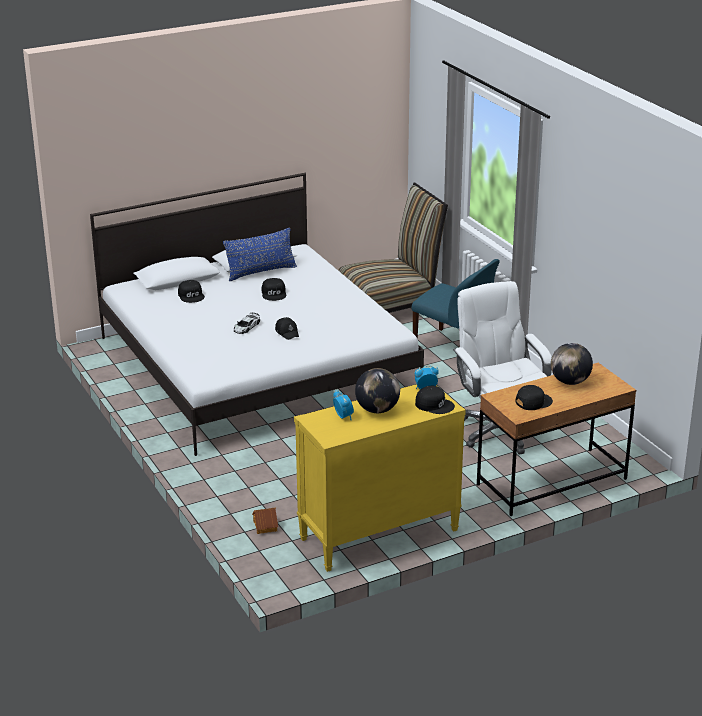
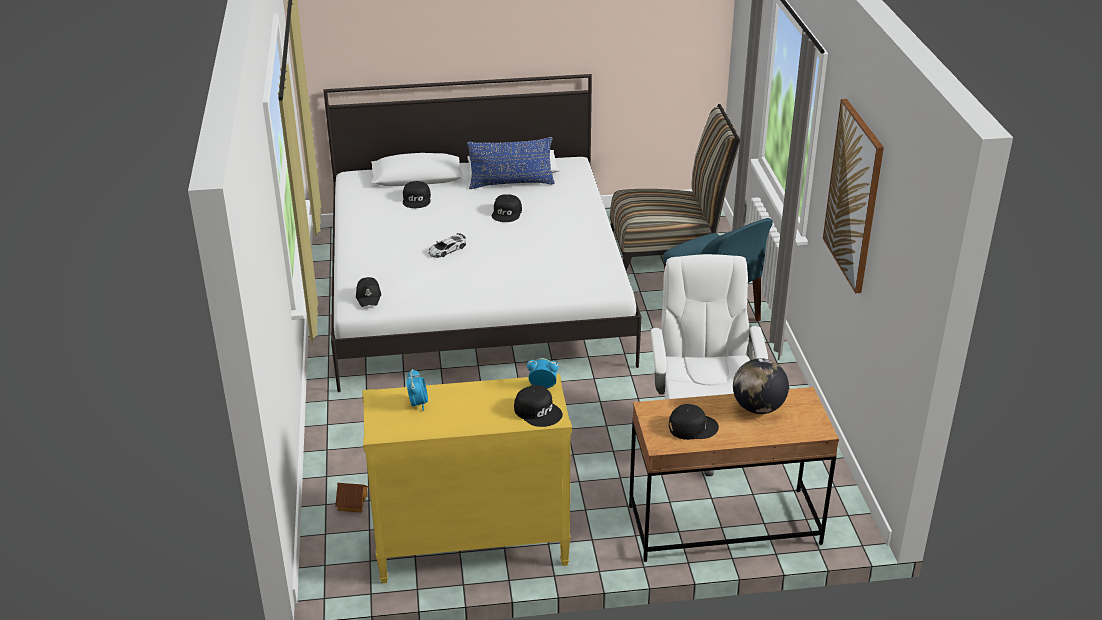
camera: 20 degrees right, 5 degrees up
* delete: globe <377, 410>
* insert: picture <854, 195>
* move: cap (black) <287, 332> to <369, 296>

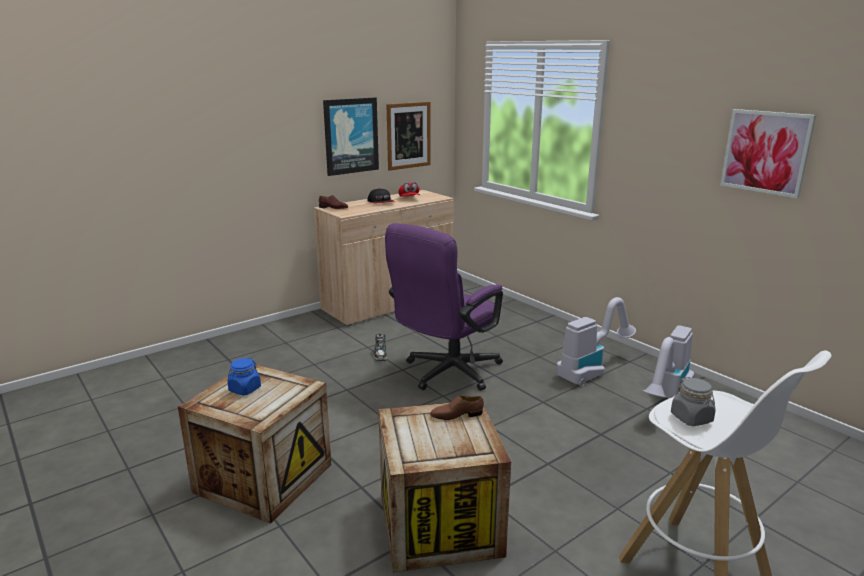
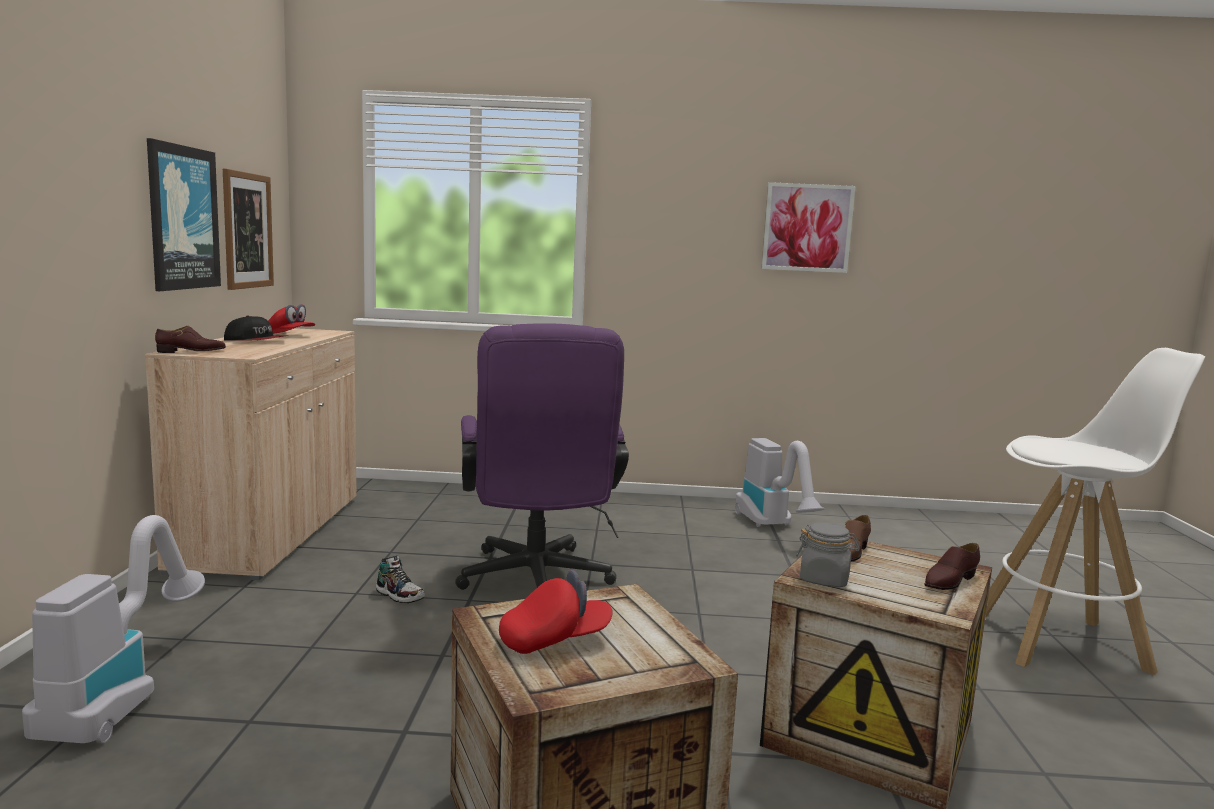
camera: 50 degrees left, 10 degrees down
* insert: shoe (brown) <949, 581>
* move: vacuum cleaner <591, 370> to <120, 695>
* move: jar (grey) <691, 418> to <824, 579>
* replace: jar (blue) <244, 389> to cap (red) <555, 640>

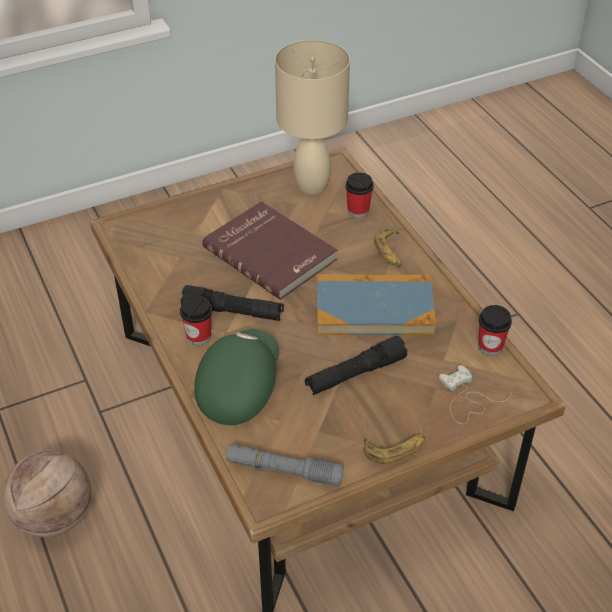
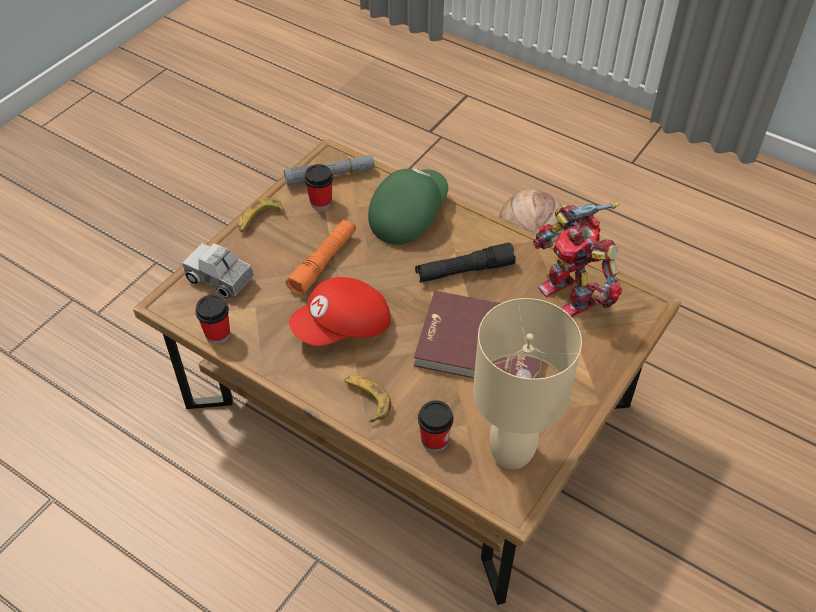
camera: 150 degrees right, 5 degrees up
* insert: toy robot <570, 294>
* move: cup <198, 336> to <321, 202>
* replace: book <374, 308> to cap (red) <343, 328>
* replace: game controller (white) <466, 398> to toy truck <220, 279>
* recolor: flashlight (black) <355, 374> to flashlight (orange) <323, 262>
* rotate: cap (green) <238, 387> = <407, 216> 135 degrees counterclockwise

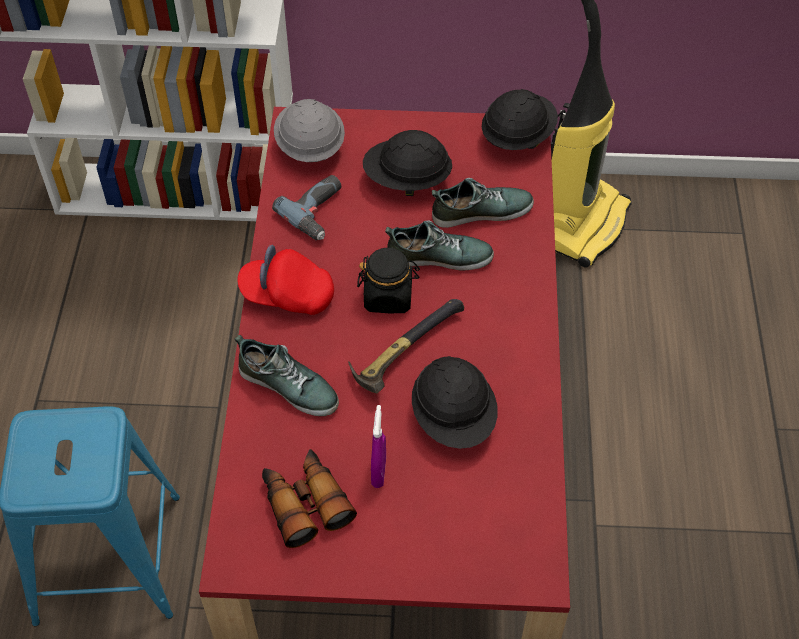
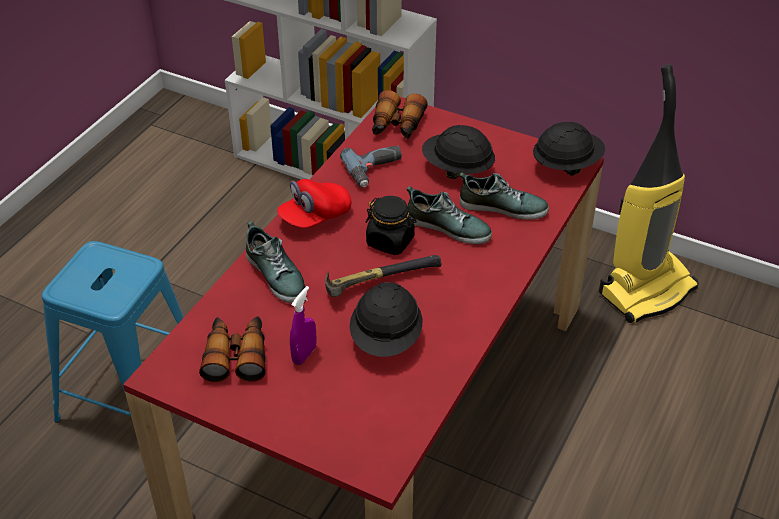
camera: 25 degrees right, 10 degrees down
* replace: hard hat (grey) <309, 147> to binoculars <397, 126>
* rotate: cap (red) <287, 295> = <315, 216> 75 degrees counterclockwise

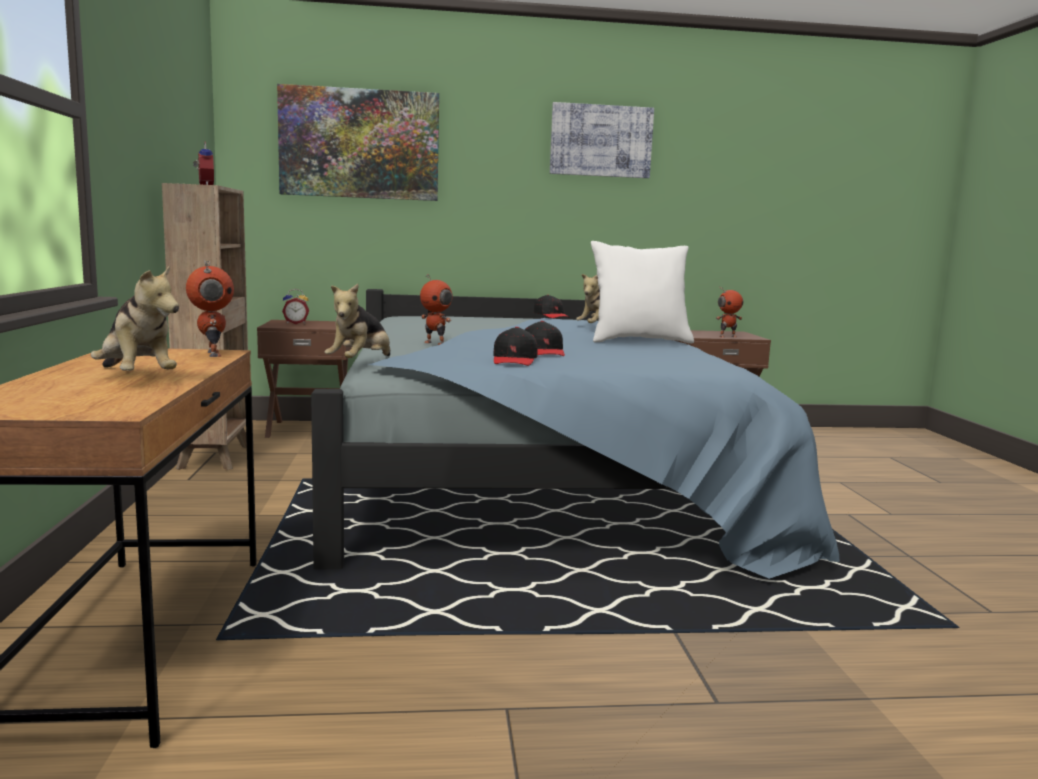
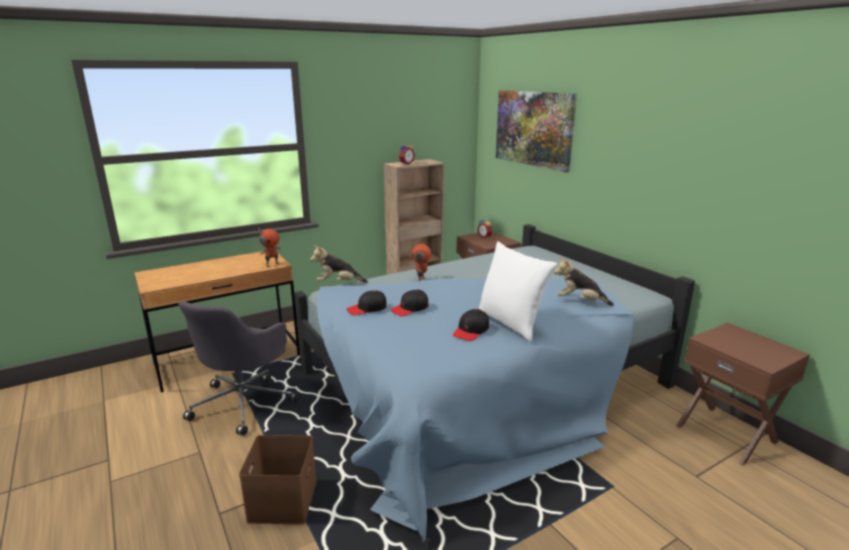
camera: 65 degrees right, 10 degrees up
* delete: plush toy <136, 378>
* delete: picture <601, 141>
* delete: toy robot <727, 336>
* insert: office chair (grey) <244, 402>
* insert: storage box (brown) <282, 500>
* move: cap (black) <551, 316> to <471, 331>

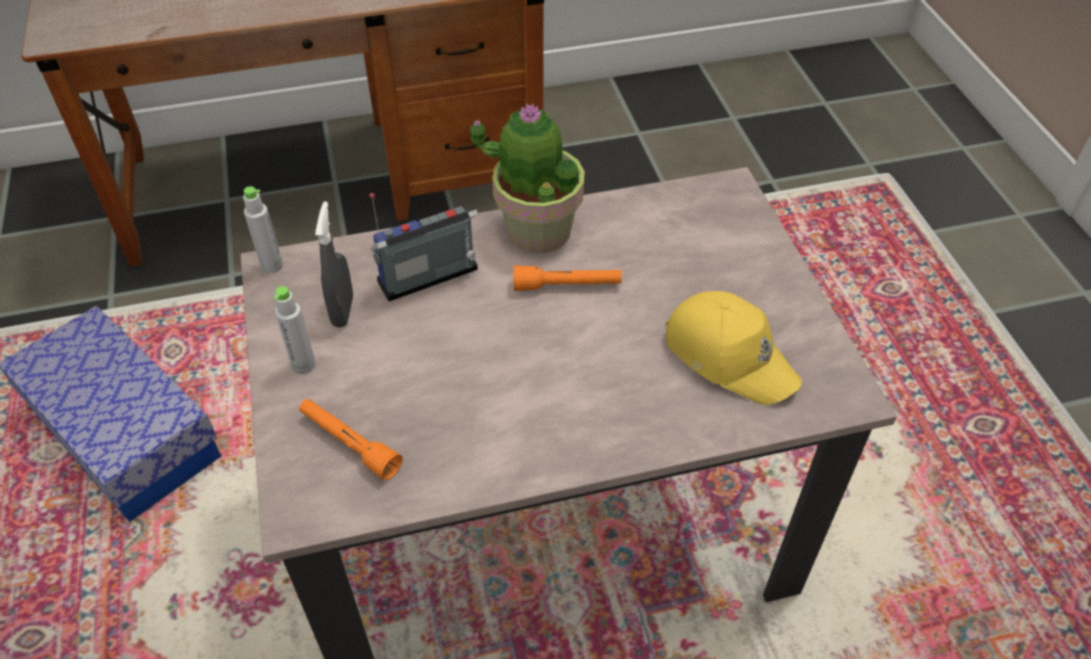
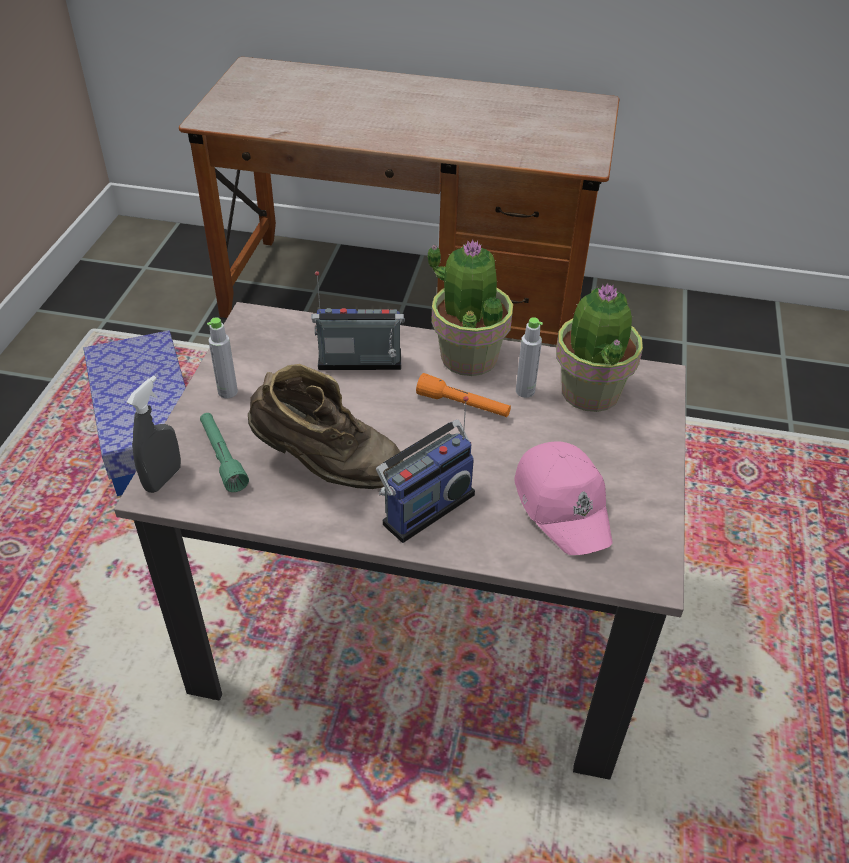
camera: 25 degrees right, 5 degrees down
* insert: boot (brown) <326, 468>
* insert: radio <425, 506>
* insert: potted plant <589, 393>
* move: bottle (grey) <272, 265> to <525, 391>
* move: spray bottle (grey) <343, 311> to <163, 478>
* recolor: flashlight (orange) <349, 444> to flashlight (green) <222, 457>
* recolor: cap (yellow) <729, 355> to cap (pink) <563, 505>

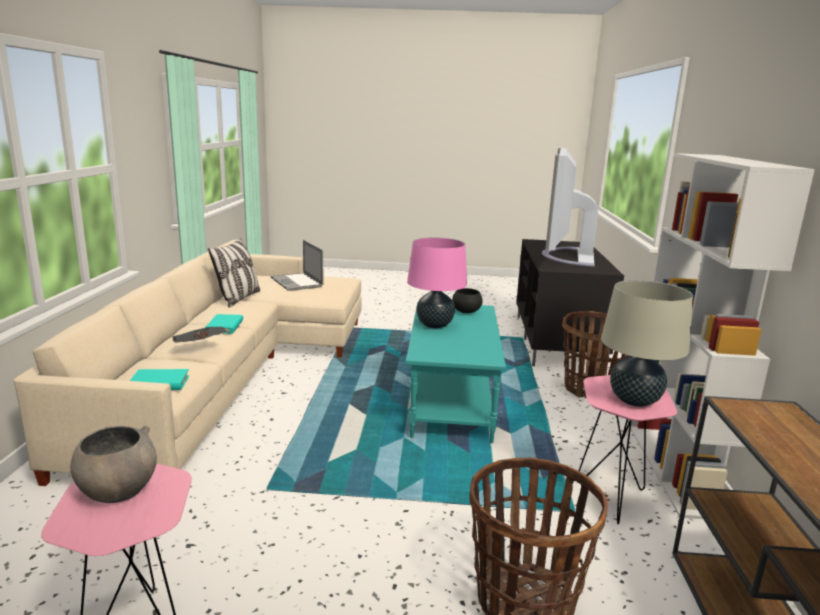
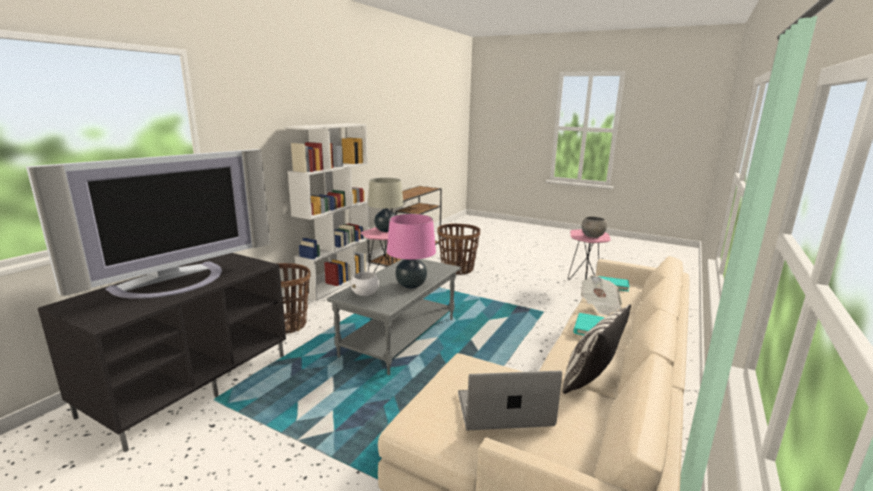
camera: 155 degrees left, 0 degrees up
* recolor: coffee table (turquoise) <450, 401> to coffee table (grey) <400, 337>
* recolor: bowl (black) <466, 312> to bowl (white) <365, 294>
* rotate: laptop <296, 282> = <504, 410> 90 degrees counterclockwise

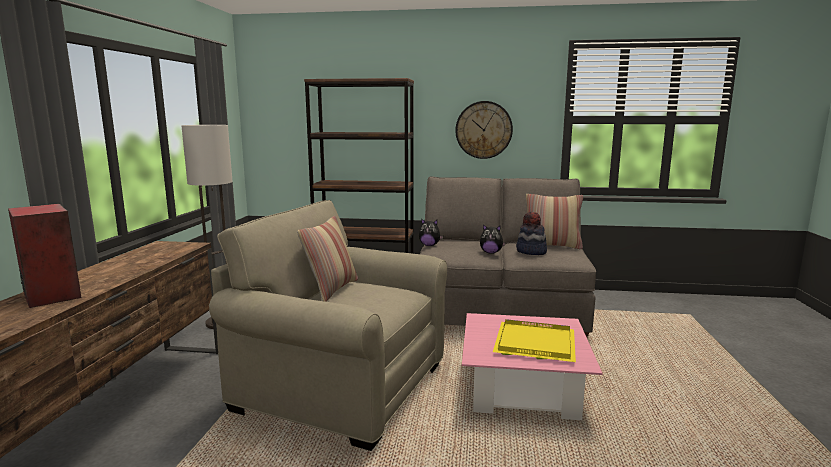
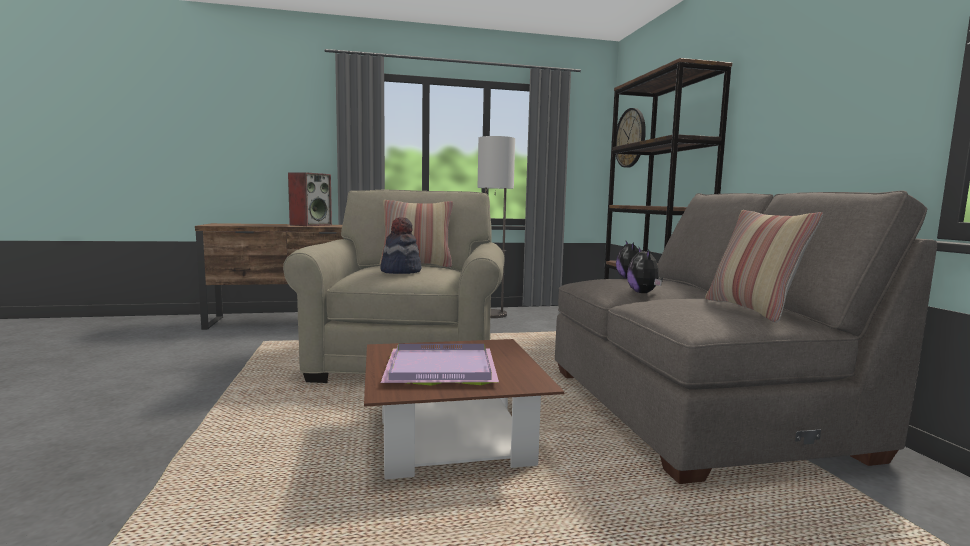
camera: 70 degrees right, 5 degrees down
* move: wall clock <483, 130> to <630, 138>
* move: hat <531, 252> to <400, 271>
* recolor: coffee table (pink) <523, 389> to coffee table (brown) <452, 438>
* recolor: tray (yellow) <533, 344> to tray (purple) <438, 368>

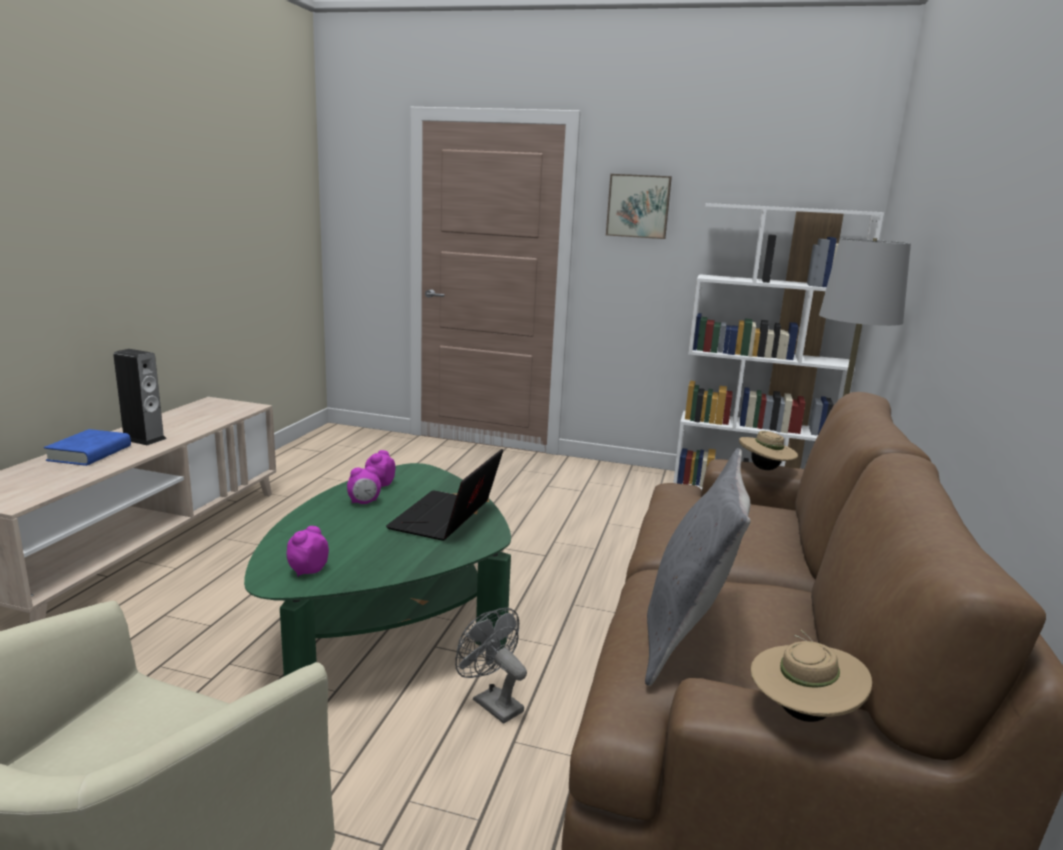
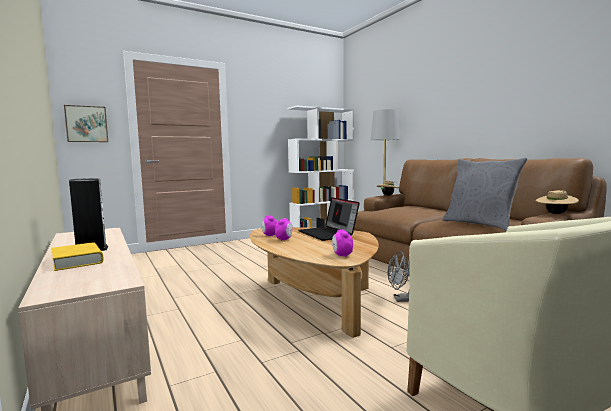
camera: 45 degrees left, 10 degrees down
* move: picture <638, 206> to <86, 124>
* recolor: book (blue) <90, 453> to book (yellow) <77, 261>
* recolor: coffee table (green) <389, 622> to coffee table (brown) <314, 300>

